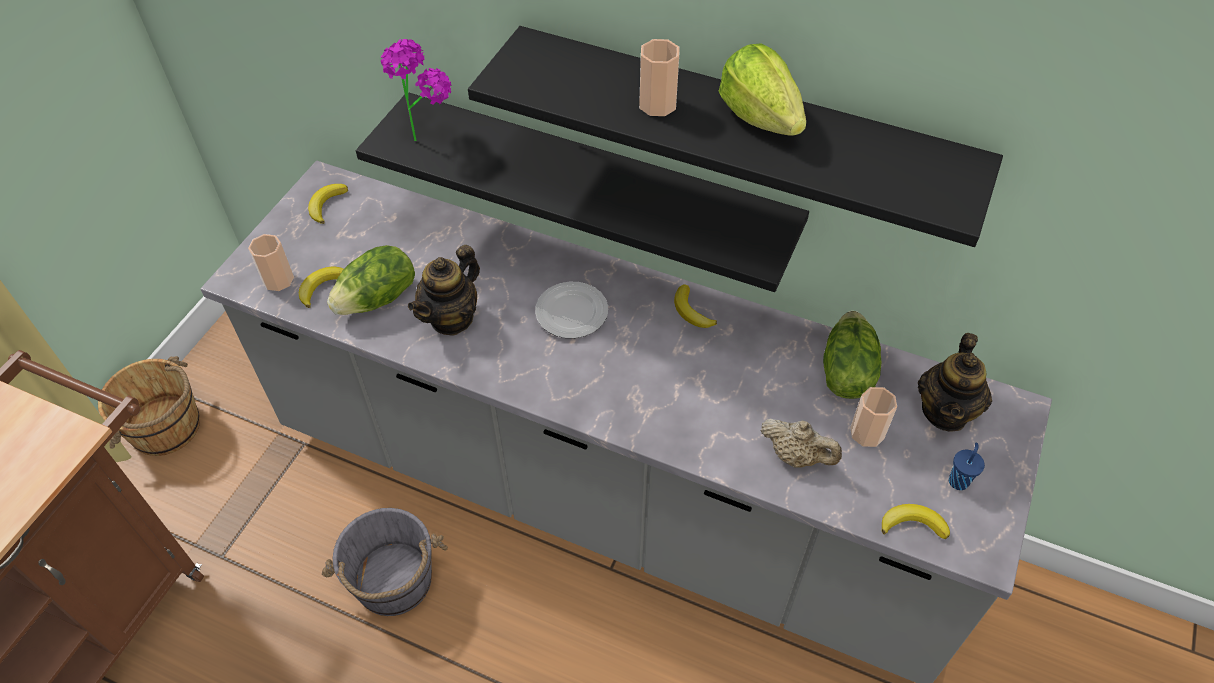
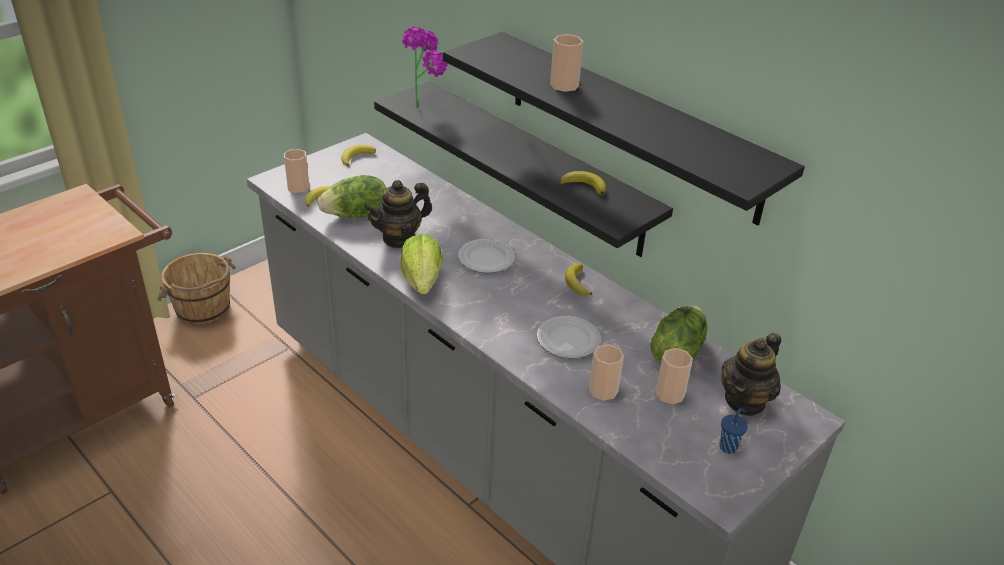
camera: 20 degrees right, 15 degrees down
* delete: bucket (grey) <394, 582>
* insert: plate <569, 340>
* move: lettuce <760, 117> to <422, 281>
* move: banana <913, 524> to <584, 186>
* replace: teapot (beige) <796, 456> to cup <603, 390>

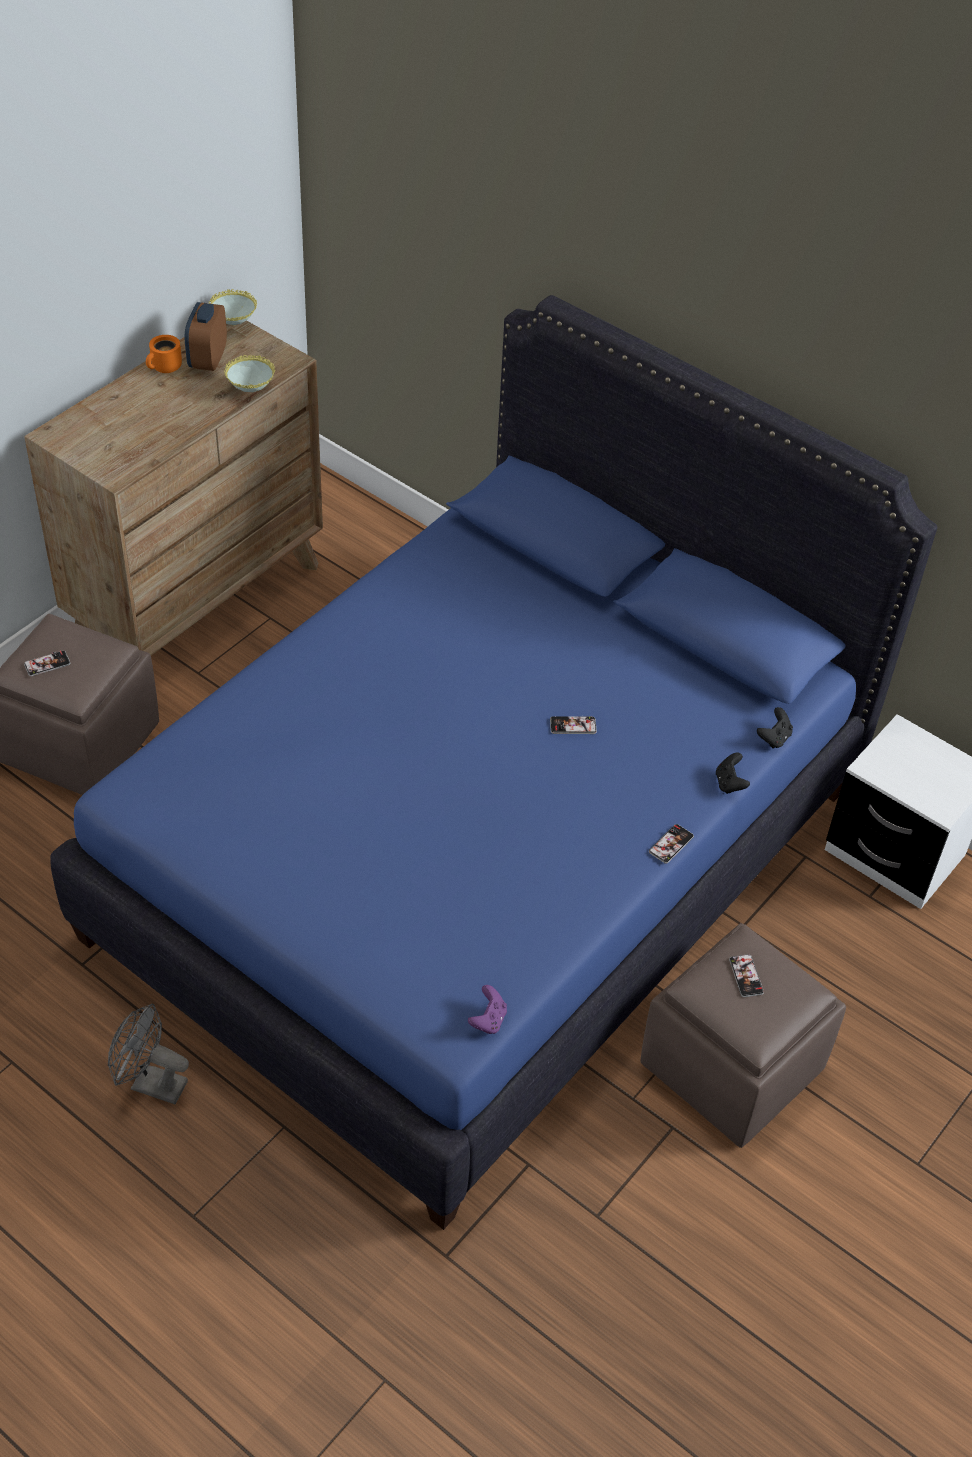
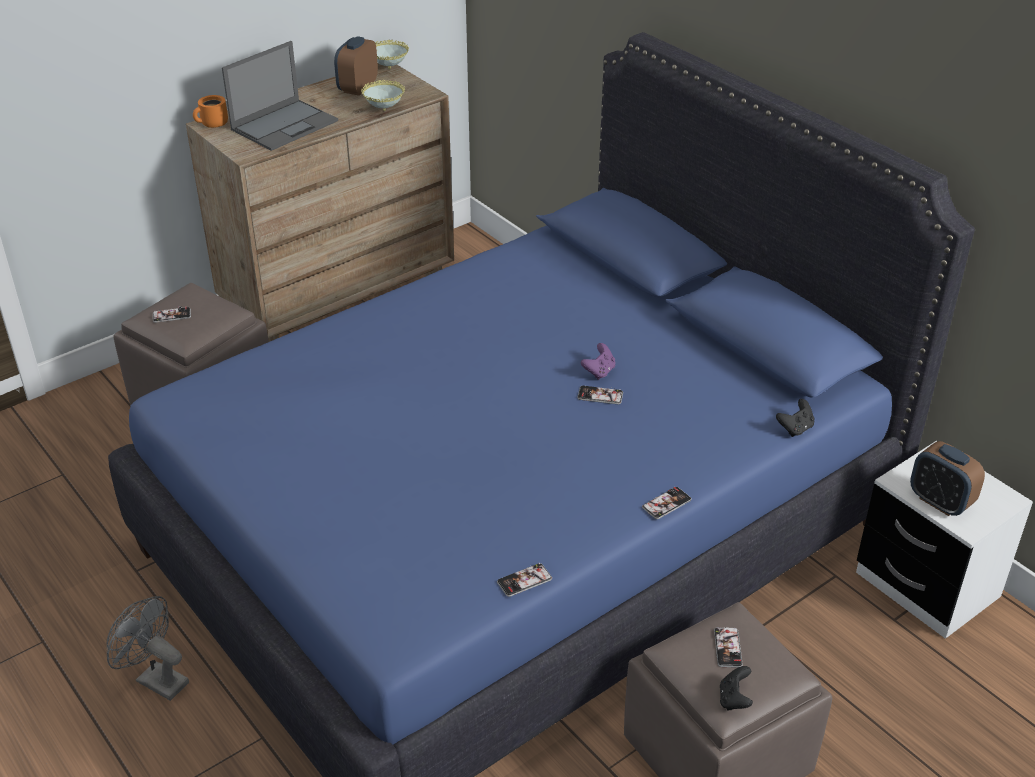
camera: 15 degrees right, 10 degrees down
* insert: laptop <285, 125>
* insert: phone <524, 580>
* insert: alarm clock <940, 502>
* move: mug (orange) <165, 368> to <213, 124>
* move: game controller (purple) <488, 1020> to <599, 372>
* move: game controller (black) <729, 783> to <734, 699>

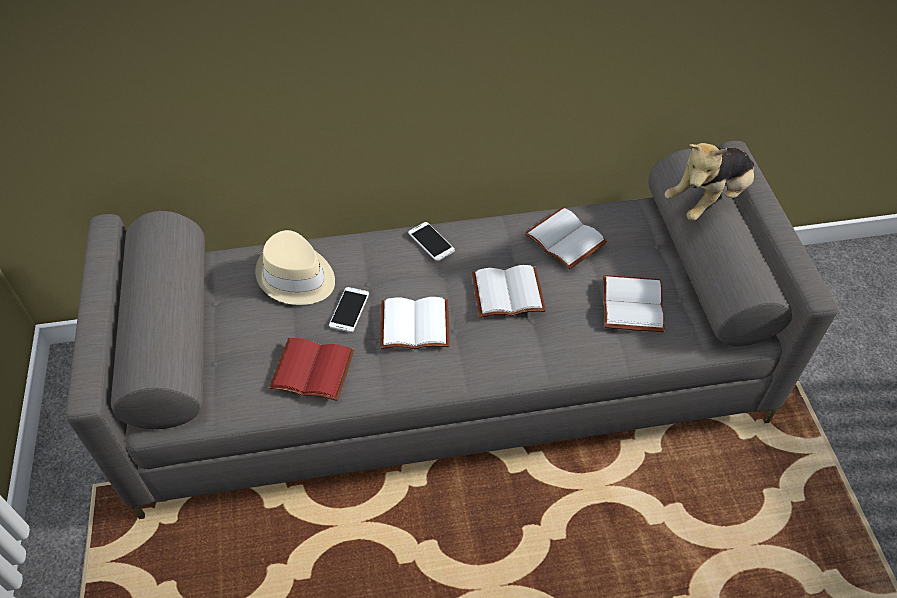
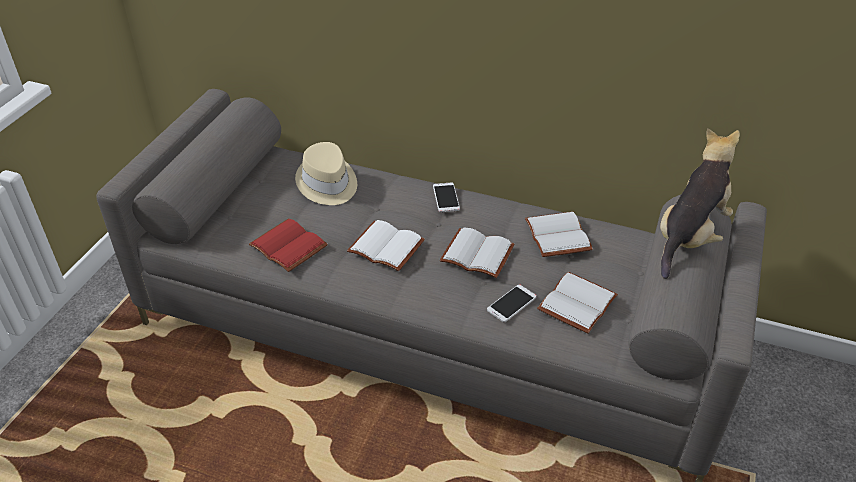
camera: 30 degrees right, 10 degrees down
* move: phone <349, 310> to <511, 303>
* rotate: plush toy <708, 200> = <689, 237> 135 degrees clockwise

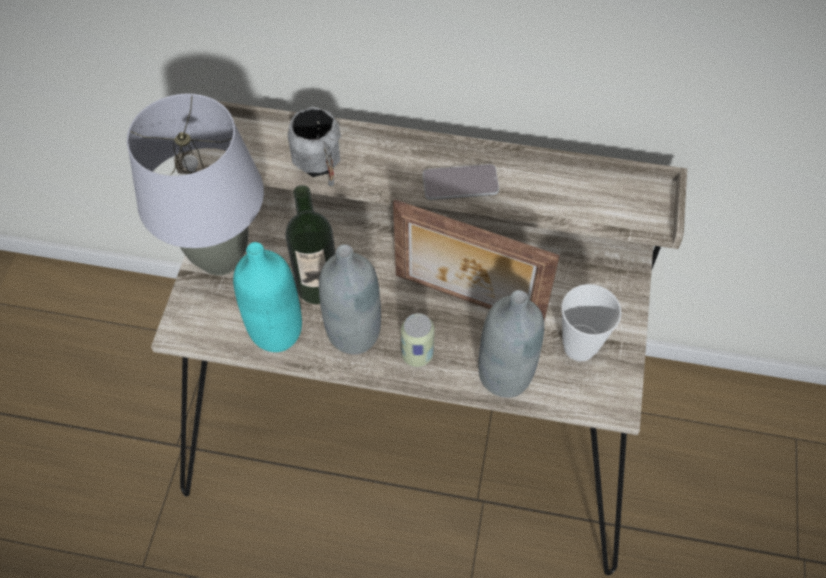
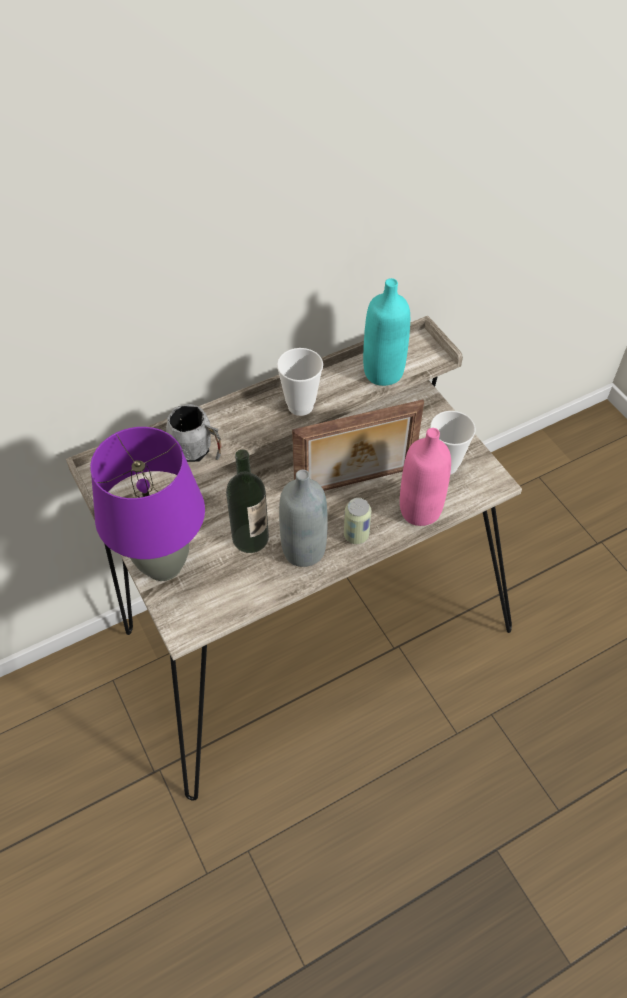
camera: 40 degrees left, 5 degrees down
* move: bottle (turquoise) <276, 331> to <383, 372>
* replace: phone <460, 183> to cup <300, 406>
* recolor: table lamp (grey) <220, 258> to table lamp (purple) <163, 566>
* recolor: bottle (grey) <505, 375> to bottle (pink) <420, 510>

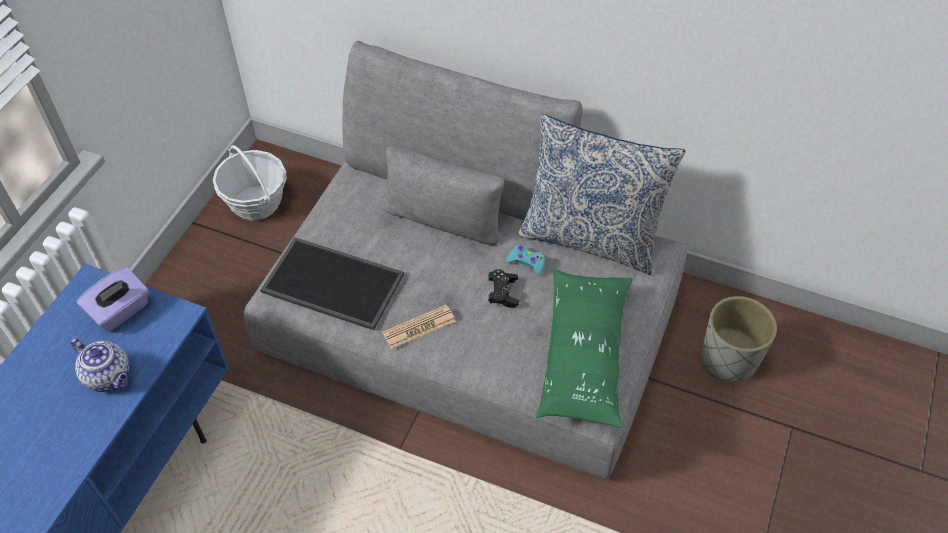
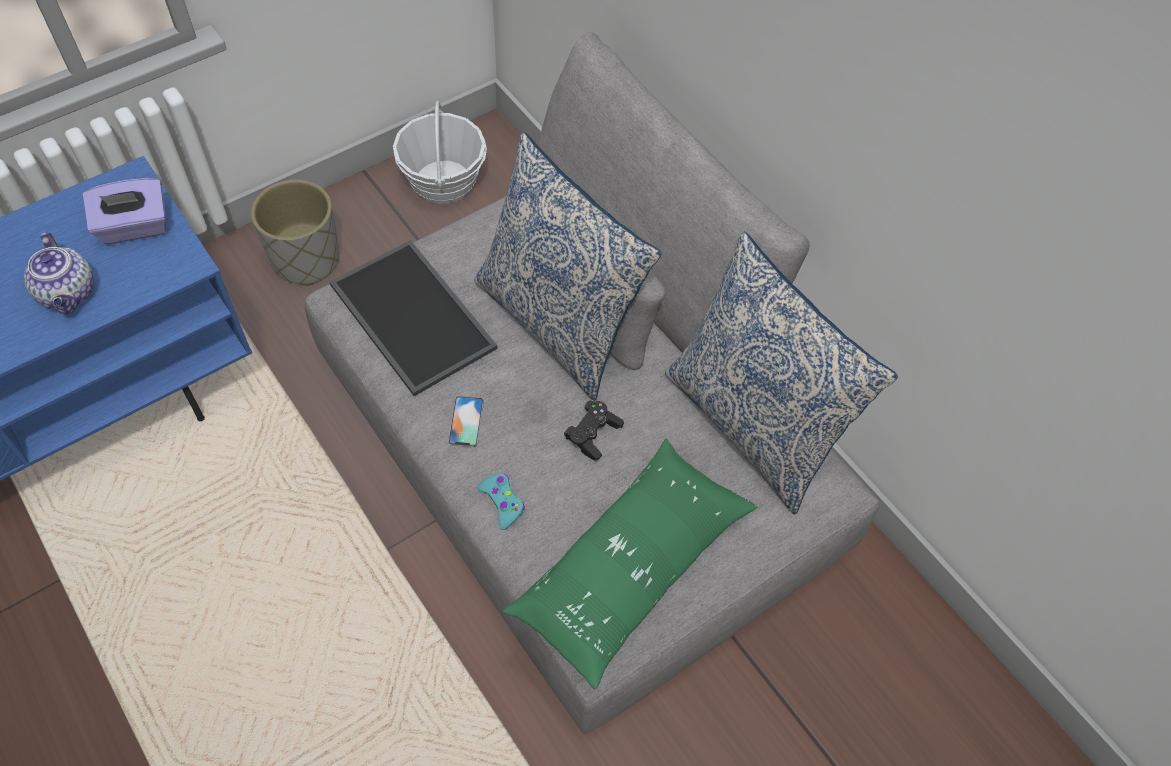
camera: 30 degrees right, 5 degrees up
* insert: pillow <558, 322>
* move: game controller (turquoise) <527, 262> to <502, 502>
* move: planter (grey) <729, 359> to <307, 260>
* replace: newspaper <419, 327> to phone <466, 421>

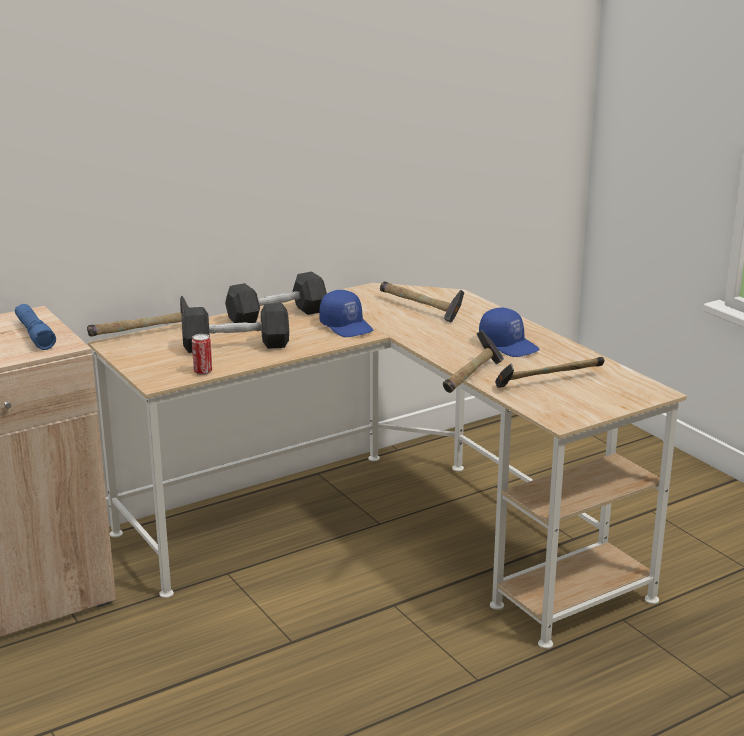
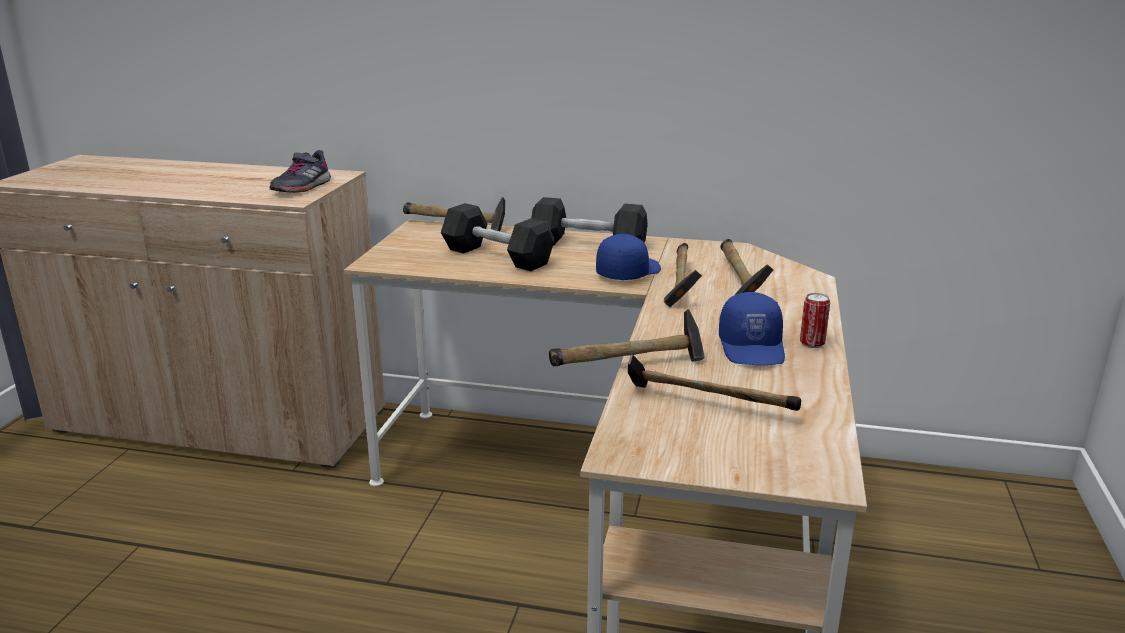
camera: 45 degrees right, 0 degrees up
* insert: hammer <679, 285>
* move: can <203, 372> to <812, 343>
* replace: flashlight (blue) <34, 334> to shoe (grey) <301, 187>
* rotate: cap (blue) <347, 326> = <627, 272> 150 degrees counterclockwise

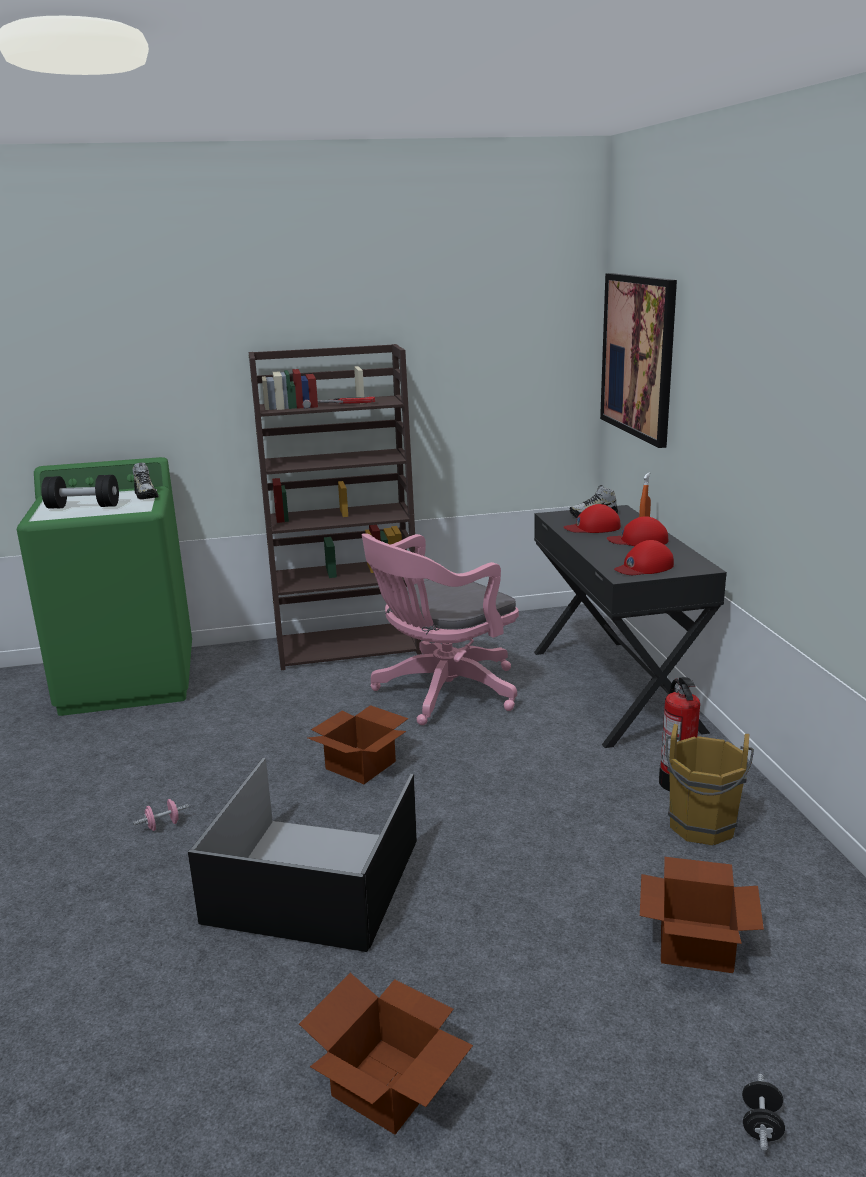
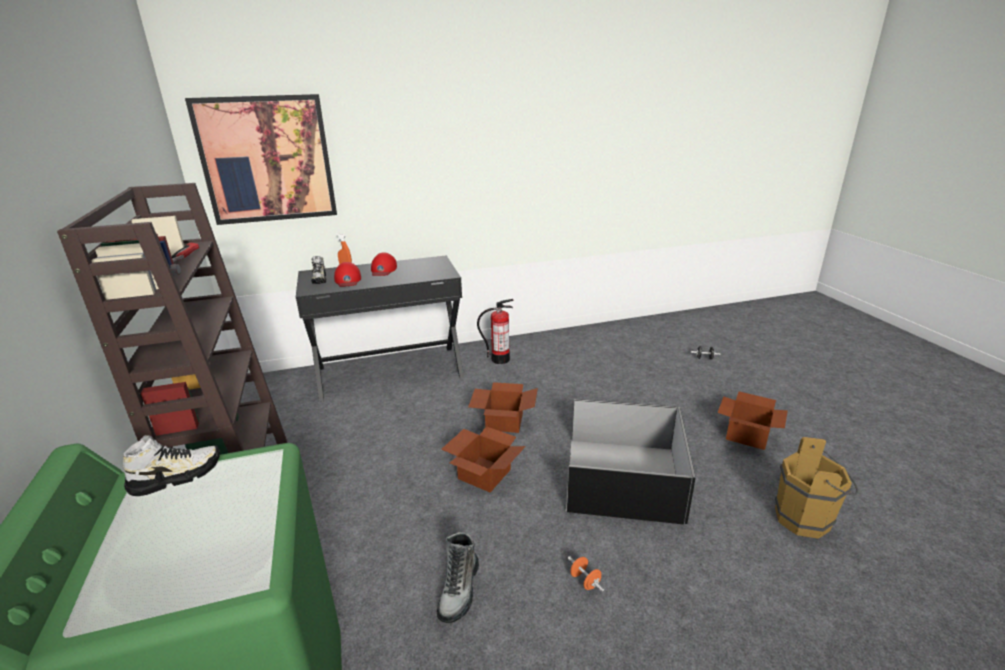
camera: 95 degrees left, 5 degrees up
* delete: dumbbell (black) <83, 507>
* delete: office chair (pink) <441, 692>
* delete: cap (red) <644, 567>
* insert: boot <459, 590>
* move: cardboard box <697, 942> to <503, 421>
* move: bucket (brown) <701, 829> to <806, 520>
* recolor: dumbbell (pink) <163, 825> to dumbbell (orange) <585, 581>

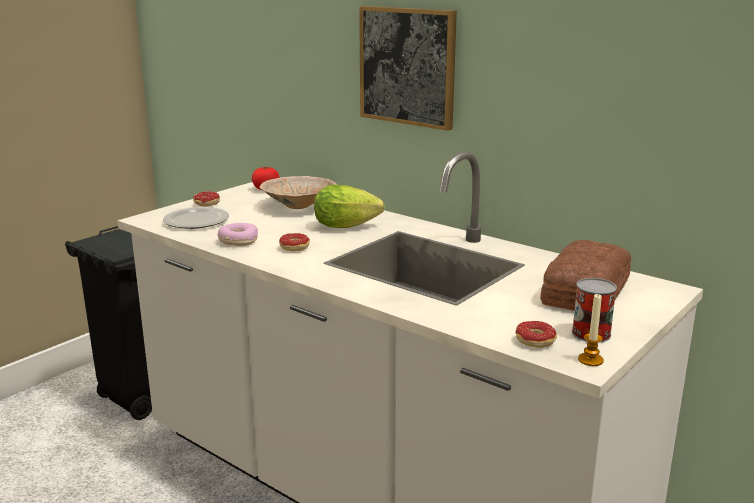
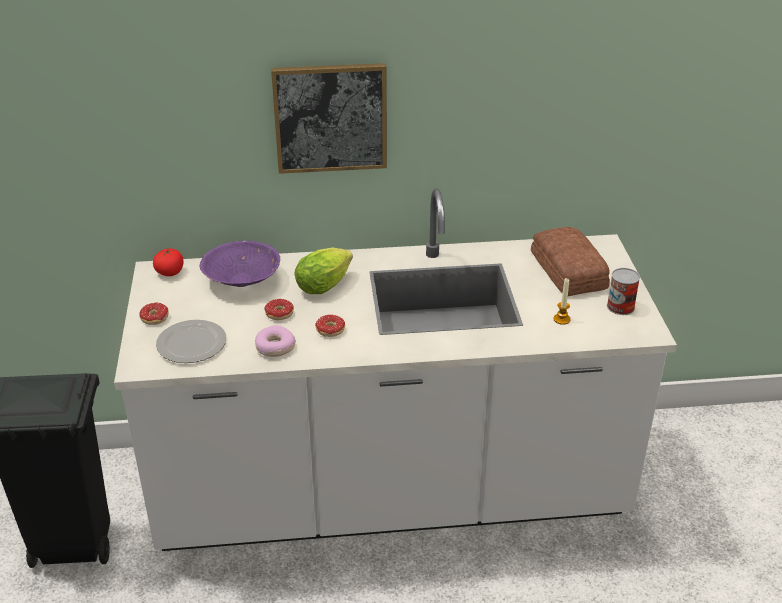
camera: 45 degrees left, 15 degrees up
* move: donut <530, 343> to <278, 317>
* move: candle <590, 360> to <561, 319>
* recolor: bowl (beige) <299, 206> to bowl (purple) <242, 280>

